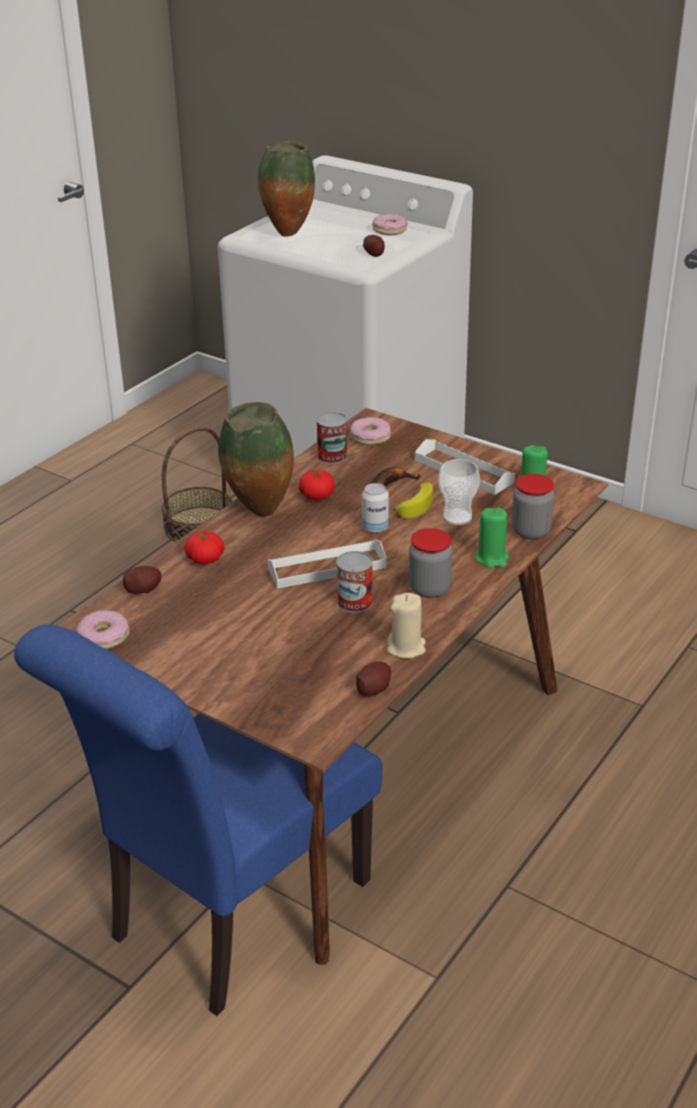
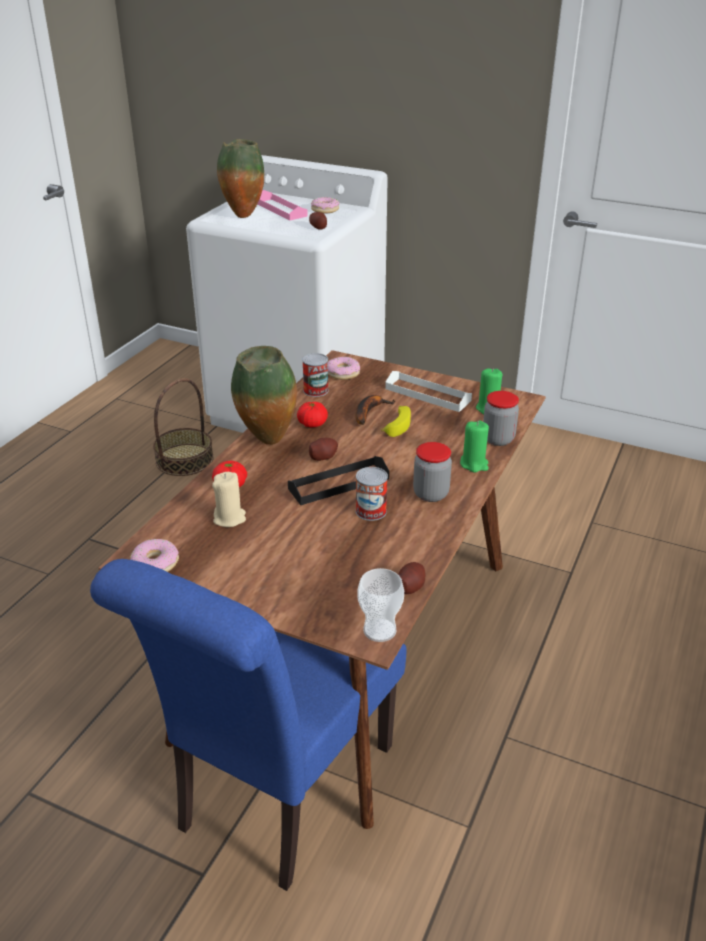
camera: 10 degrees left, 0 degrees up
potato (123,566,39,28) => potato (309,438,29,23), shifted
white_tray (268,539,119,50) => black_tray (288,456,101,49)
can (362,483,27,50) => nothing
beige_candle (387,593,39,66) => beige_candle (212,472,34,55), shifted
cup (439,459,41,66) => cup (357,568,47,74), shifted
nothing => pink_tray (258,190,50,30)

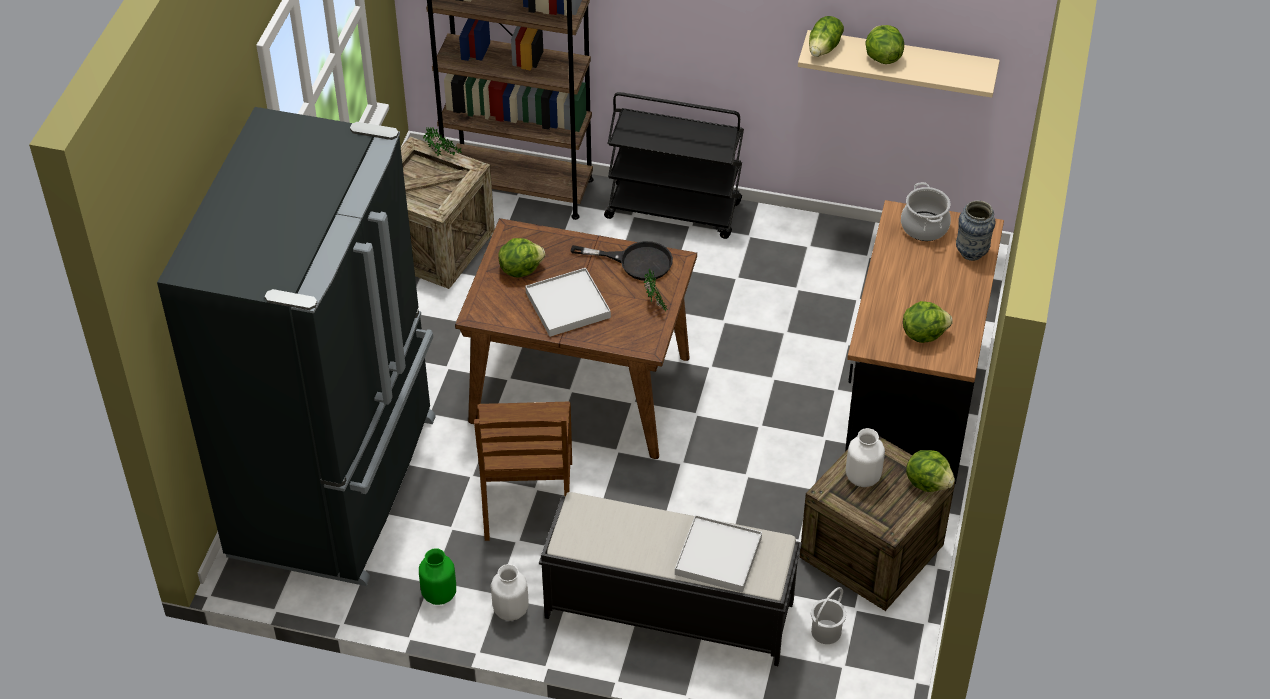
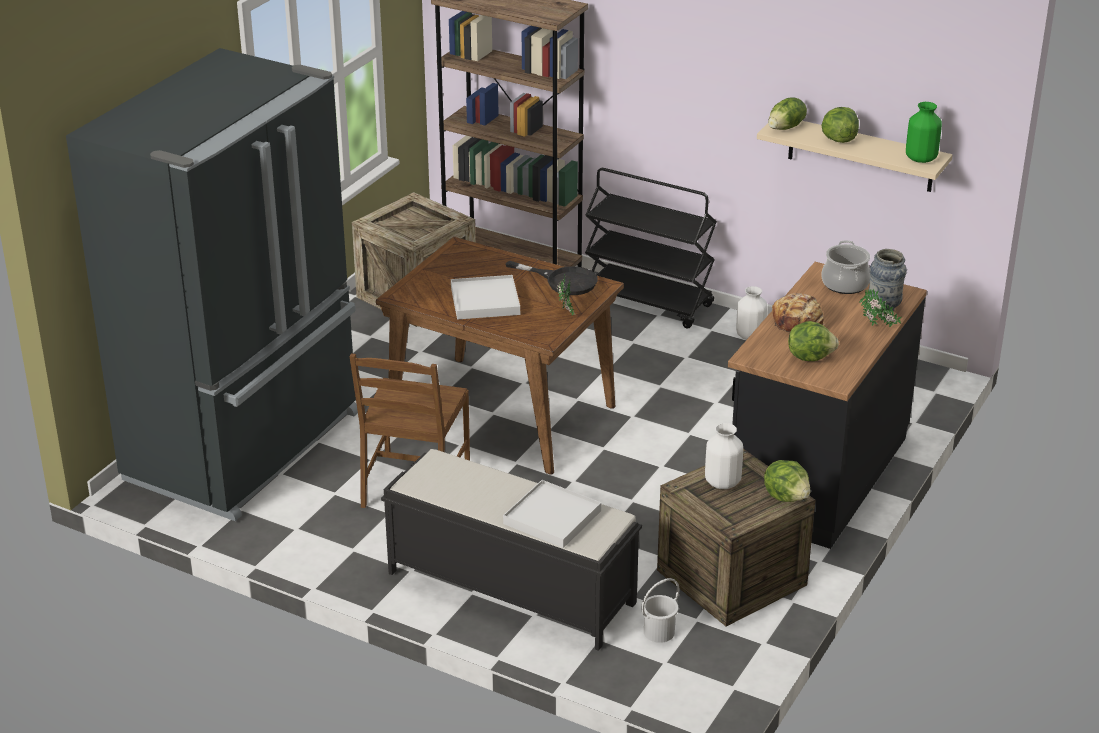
camera: 15 degrees right, 15 degrees down
green_vase (419,548,37,57) => green_vase (906,102,36,61), shifted
potted_plant (423,127,39,29) => potted_plant (859,289,42,38), shifted
white_vase (491,564,38,57) => white_vase (736,286,32,54), shifted
lettuce (499,238,46,40) => nothing
nothing => bread (772,293,53,40)

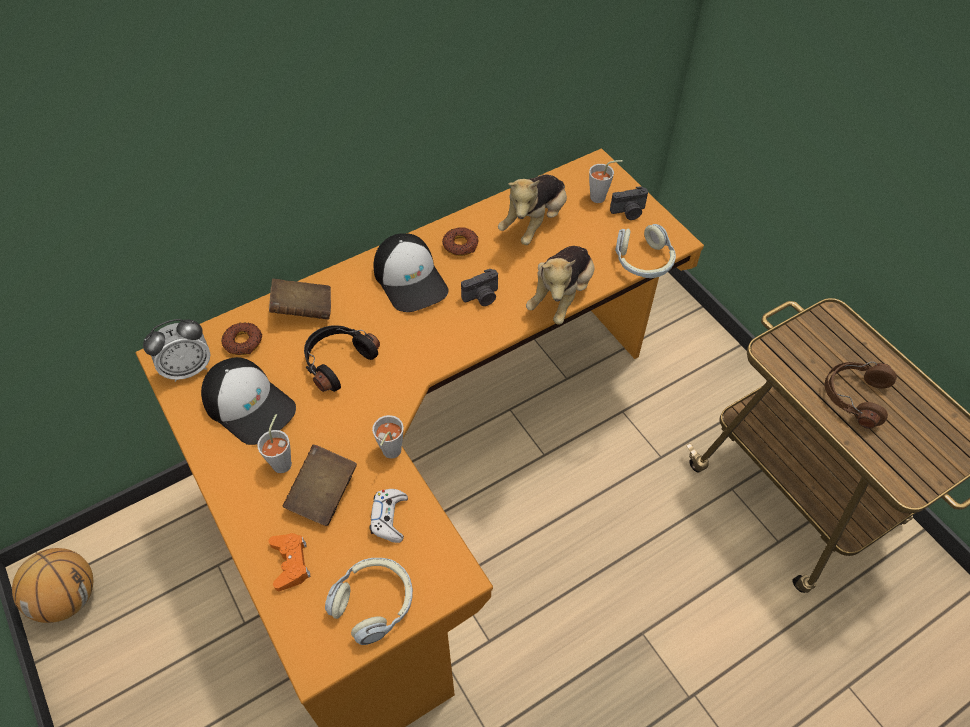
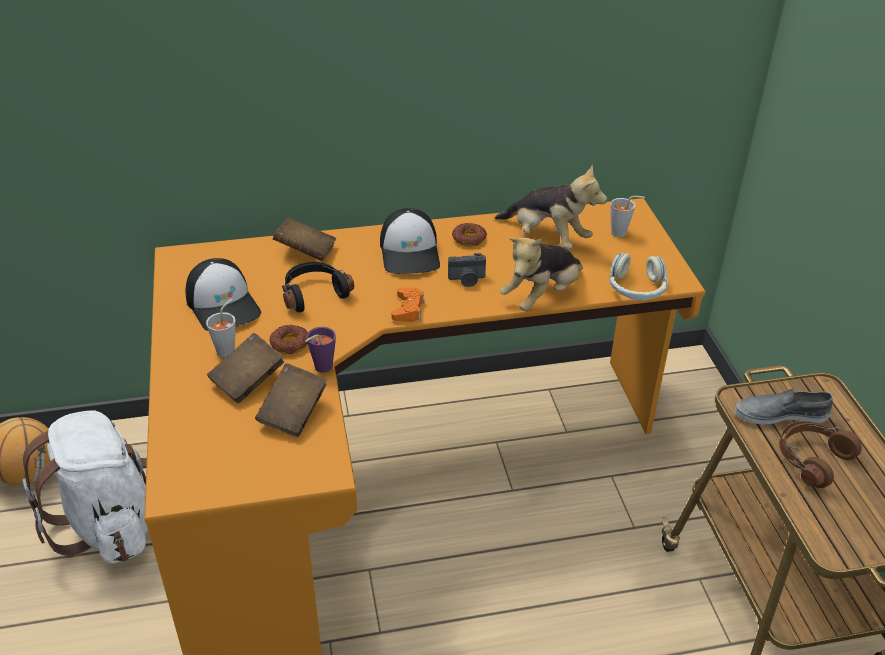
camera: 20 degrees right, 15 degrees down
alarm_clock (143,319,67,63) => nothing
donut (222,322,40,33) => donut (270,325,38,29), shifted
orange_game_controller (269,533,42,58) => orange_game_controller (391,287,34,35), shifted
headphones (325,558,88,87) => nothing
white_game_controller (370,489,38,54) => brown_book (255,364,72,73)
grey_cup (372,415,32,44) => purple_cup (305,327,31,46)
plush_toy (498,174,69,71) => plush_toy (495,165,112,84), 105 degrees counterclockwise
photo_camera (610,186,38,34) => nothing
nothing => white_backpack (23,410,125,154)
nothing => grey_shoe (734,388,99,37)

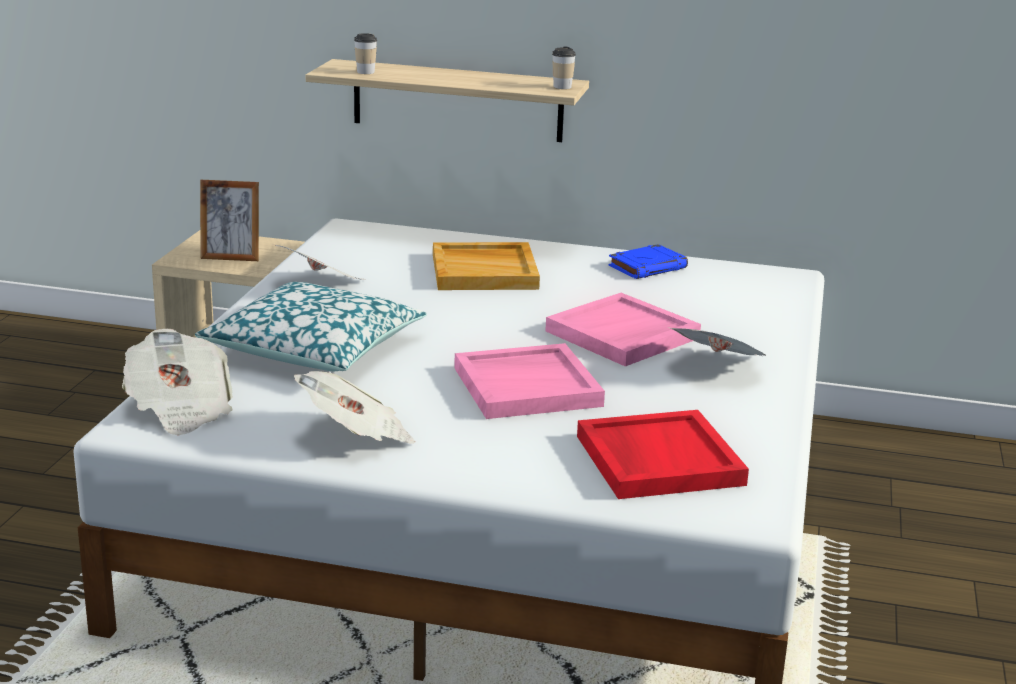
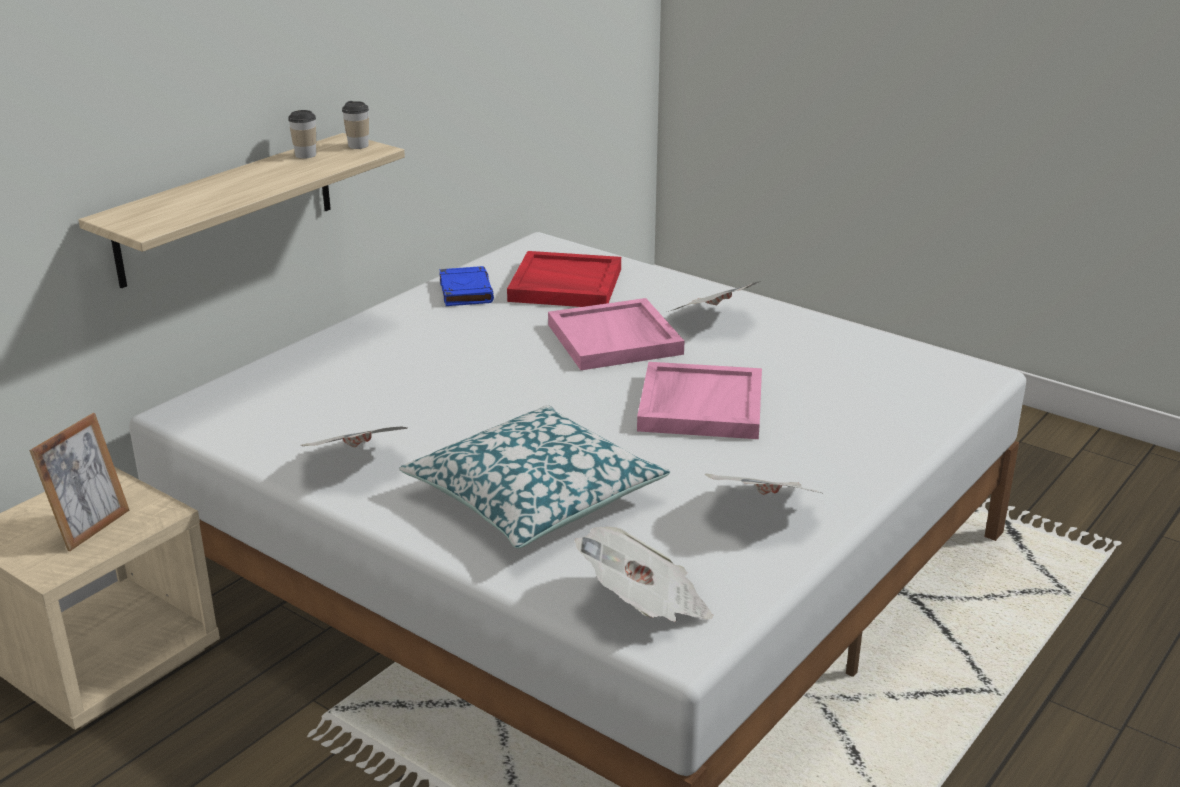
camera: 65 degrees left, 5 degrees up
cup (354,33,23,41) => cup (288,110,28,49), shifted
beige_tray (433,242,107,48) => nothing
red_tray (577,410,172,89) => red_tray (507,251,114,56), shifted

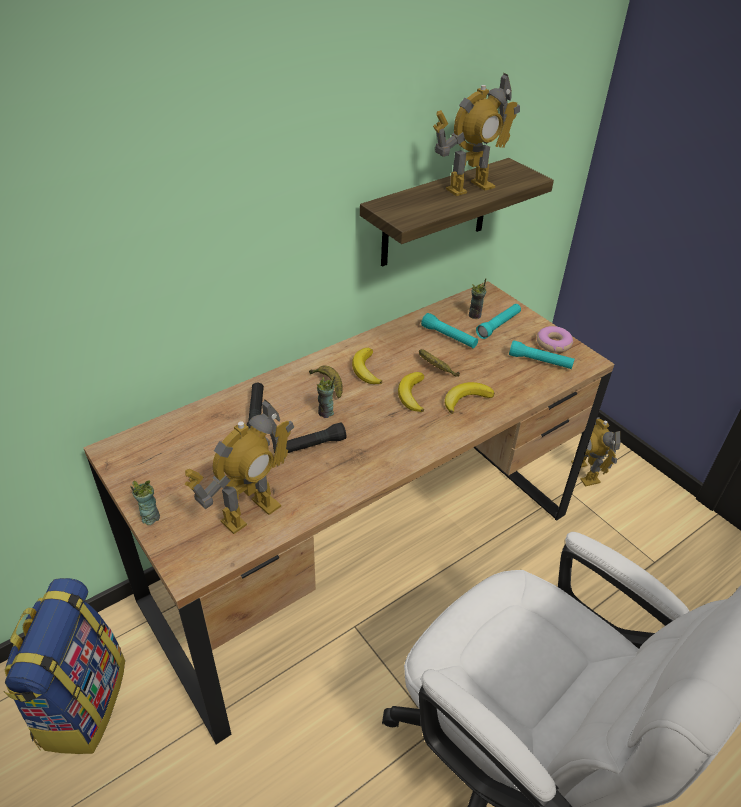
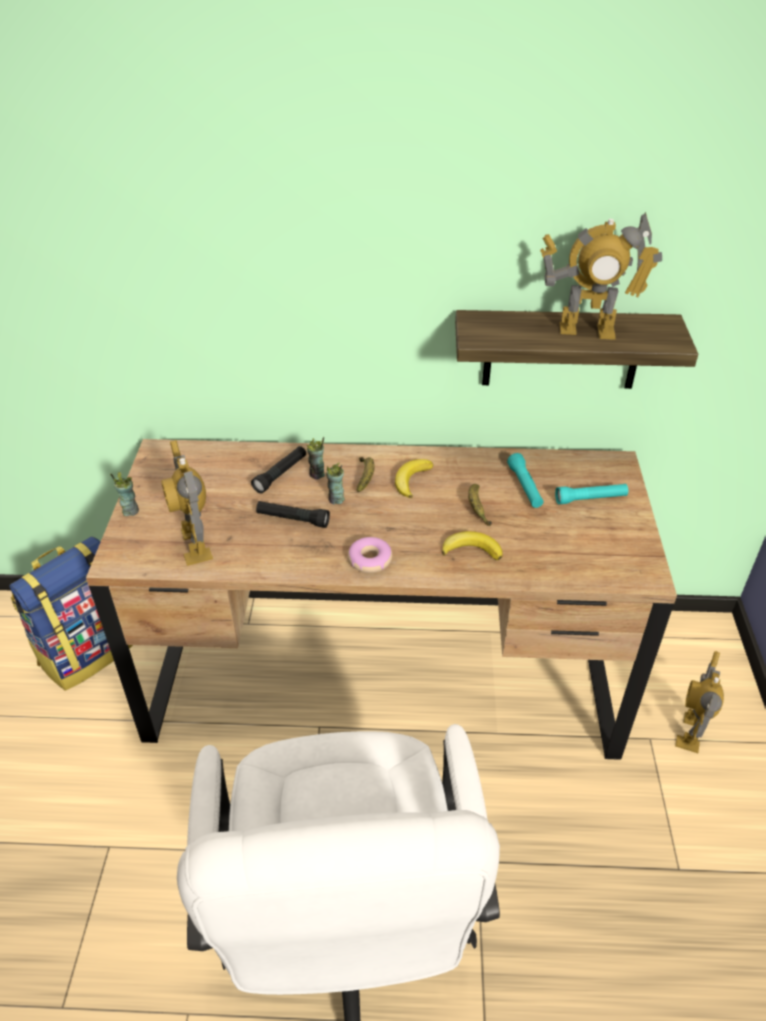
camera: 40 degrees right, 0 degrees up
toy_robot (185,399,109,135) => toy_robot (161,440,52,126), 75 degrees clockwise
banana (398,372,26,40) => nothing
cup (469,278,18,41) => cup (307,437,18,43), shifted
turquoise_flashlight (509,340,65,29) => nothing
donut (537,326,36,27) => donut (348,537,44,36), shifted

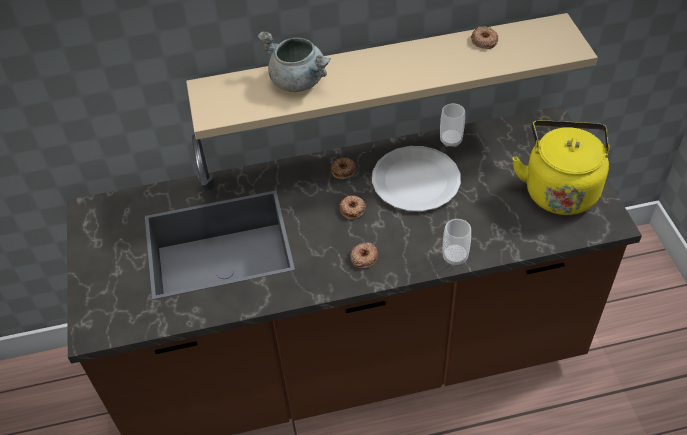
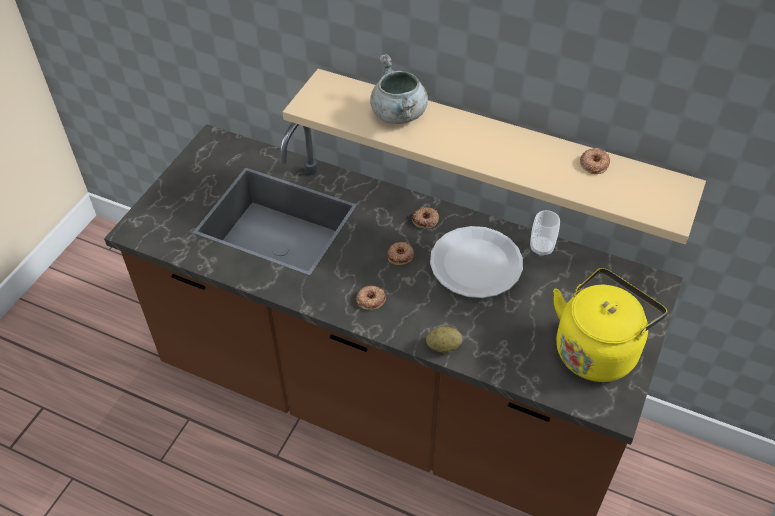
camera: 35 degrees right, 0 degrees up
cup (443,219,28,47) => potato (426,327,36,26)

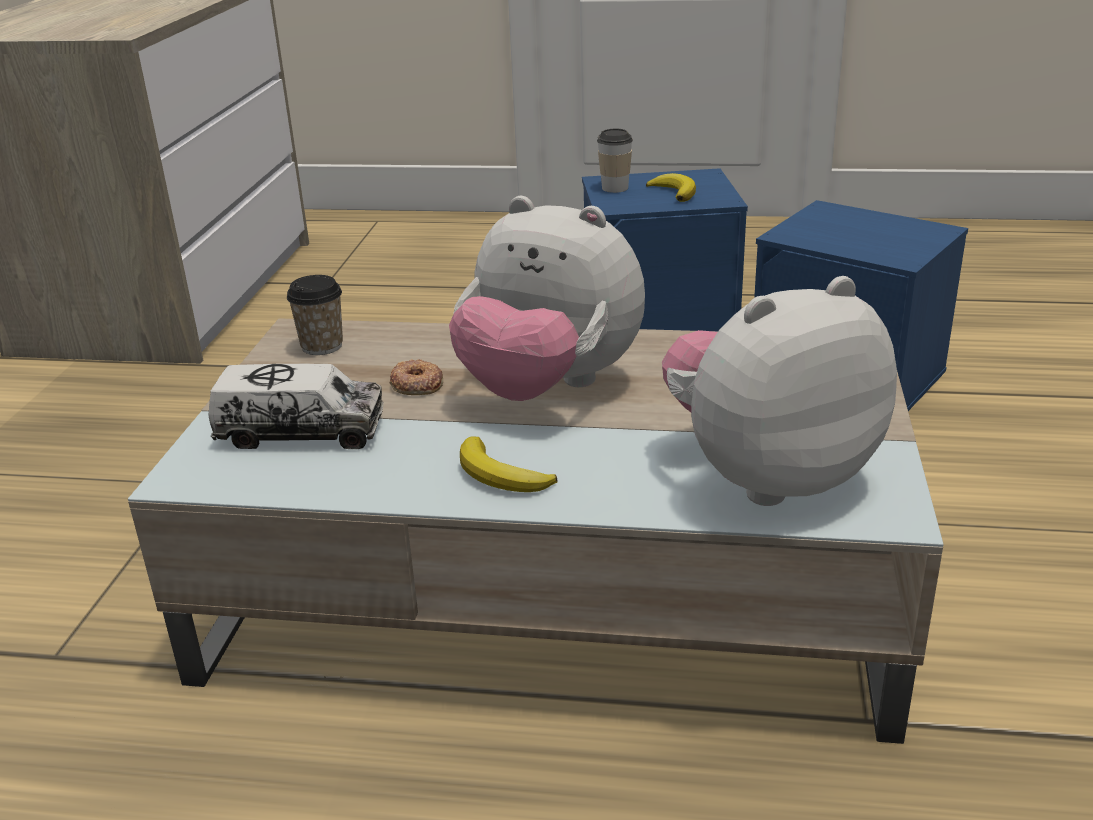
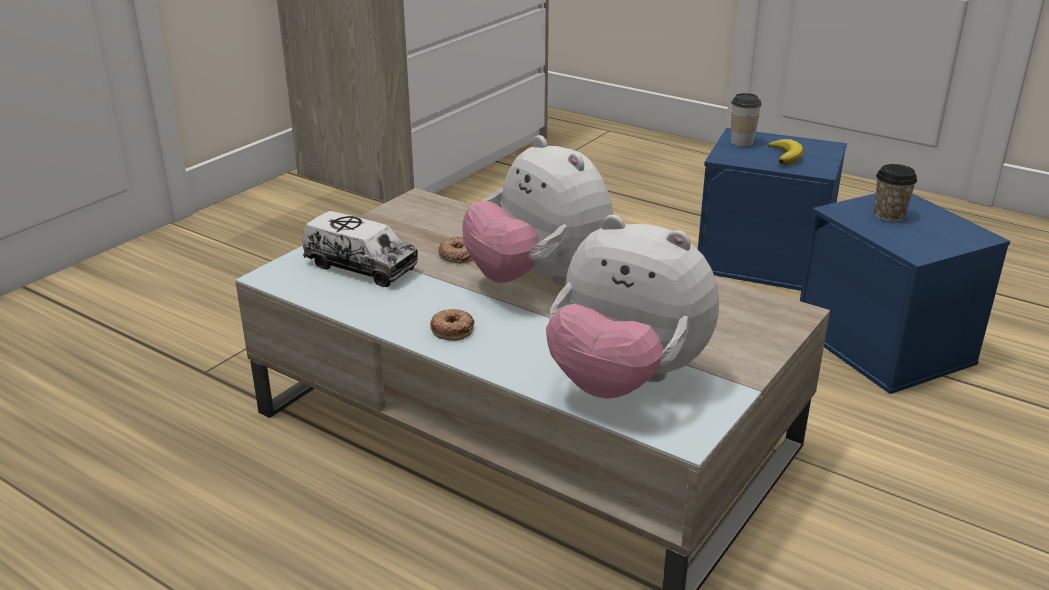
camera: 25 degrees right, 0 degrees up
cup (287,275,56,80) => cup (874,164,43,58), shifted
banana (460,436,98,56) => donut (430,309,45,32)
plush_toy (662,276,235,230) => plush_toy (546,215,173,184), 150 degrees counterclockwise

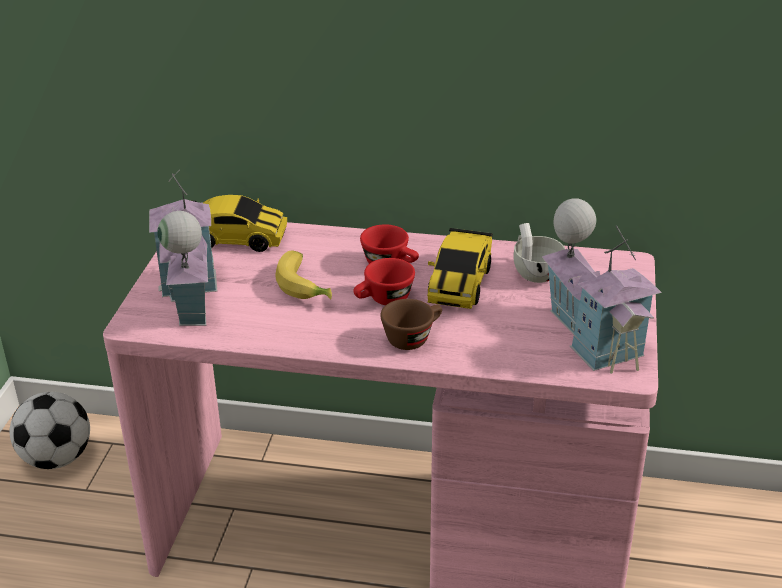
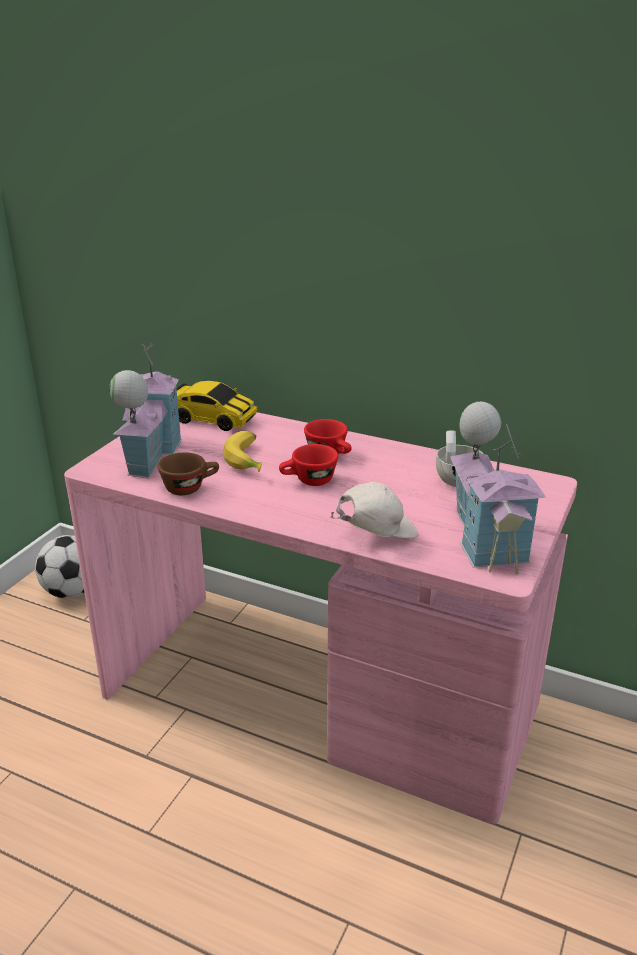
camera: 15 degrees right, 5 degrees down
brown_cup (380,299,62,51) => brown_cup (158,453,61,42), shifted
toy_car (427,228,66,81) => nothing
nothing => white_cap (330,482,89,57)

